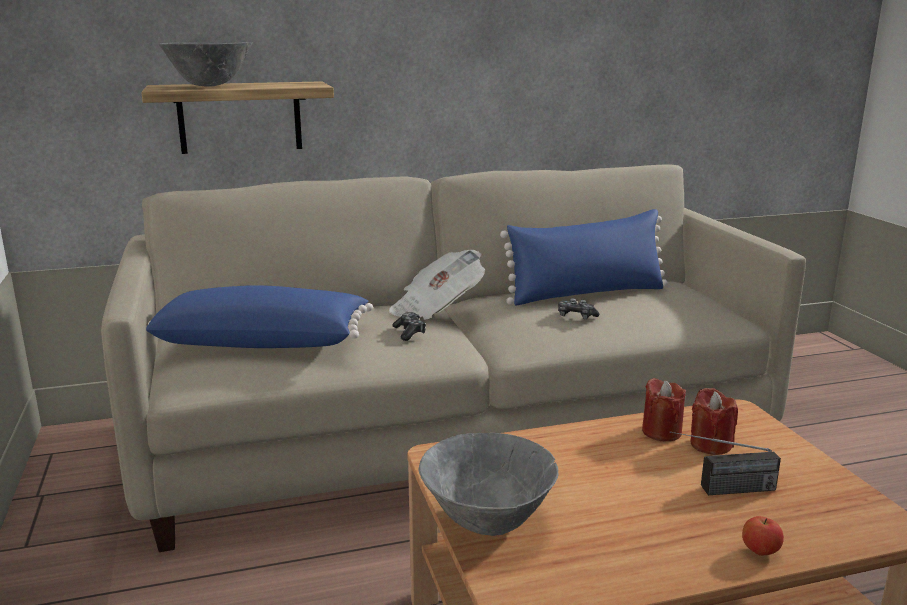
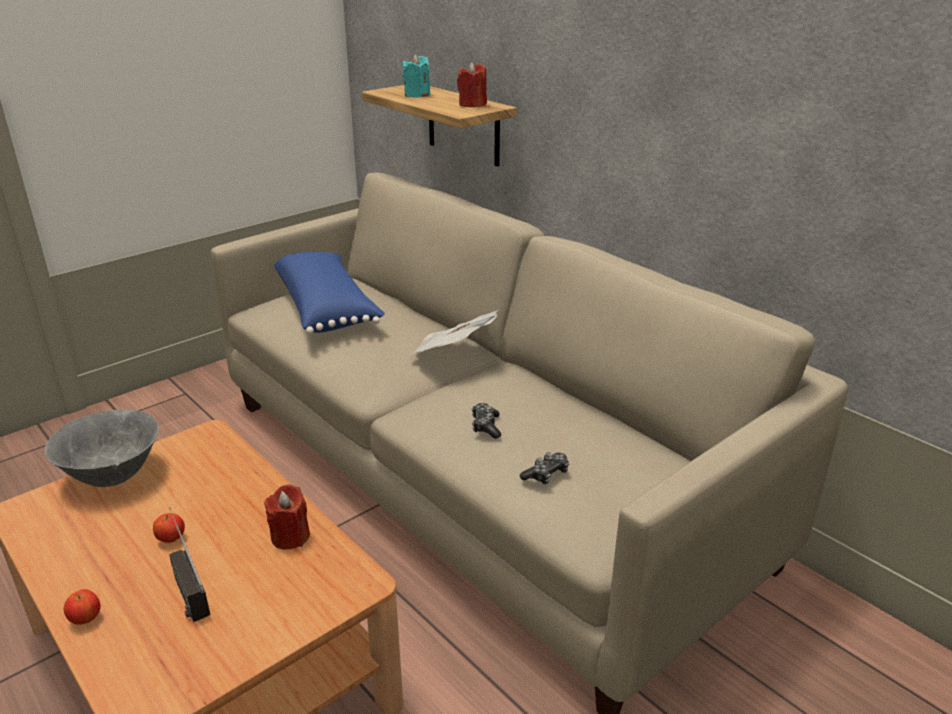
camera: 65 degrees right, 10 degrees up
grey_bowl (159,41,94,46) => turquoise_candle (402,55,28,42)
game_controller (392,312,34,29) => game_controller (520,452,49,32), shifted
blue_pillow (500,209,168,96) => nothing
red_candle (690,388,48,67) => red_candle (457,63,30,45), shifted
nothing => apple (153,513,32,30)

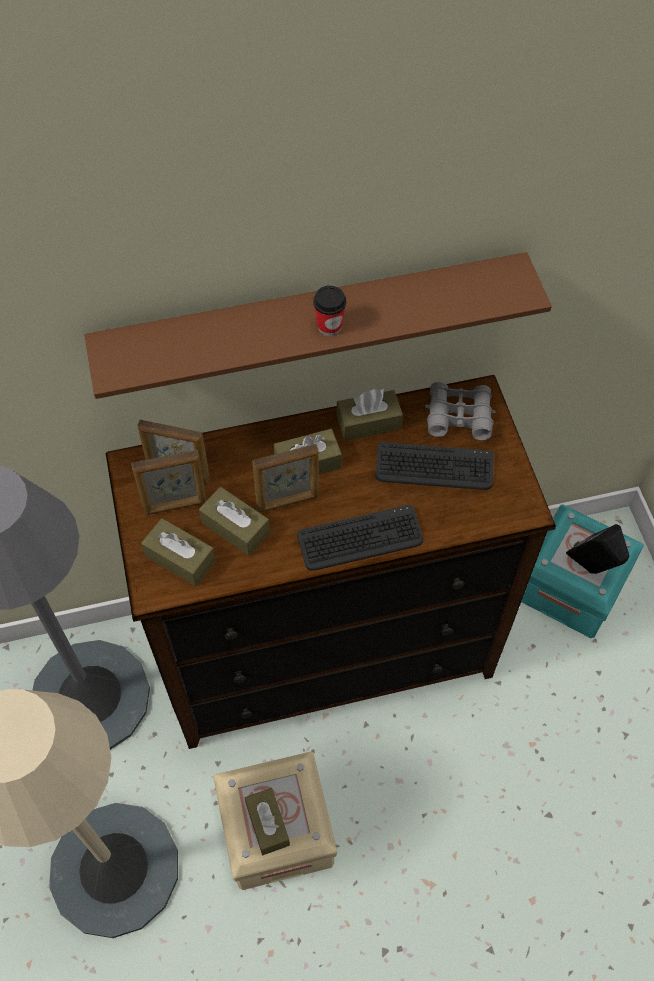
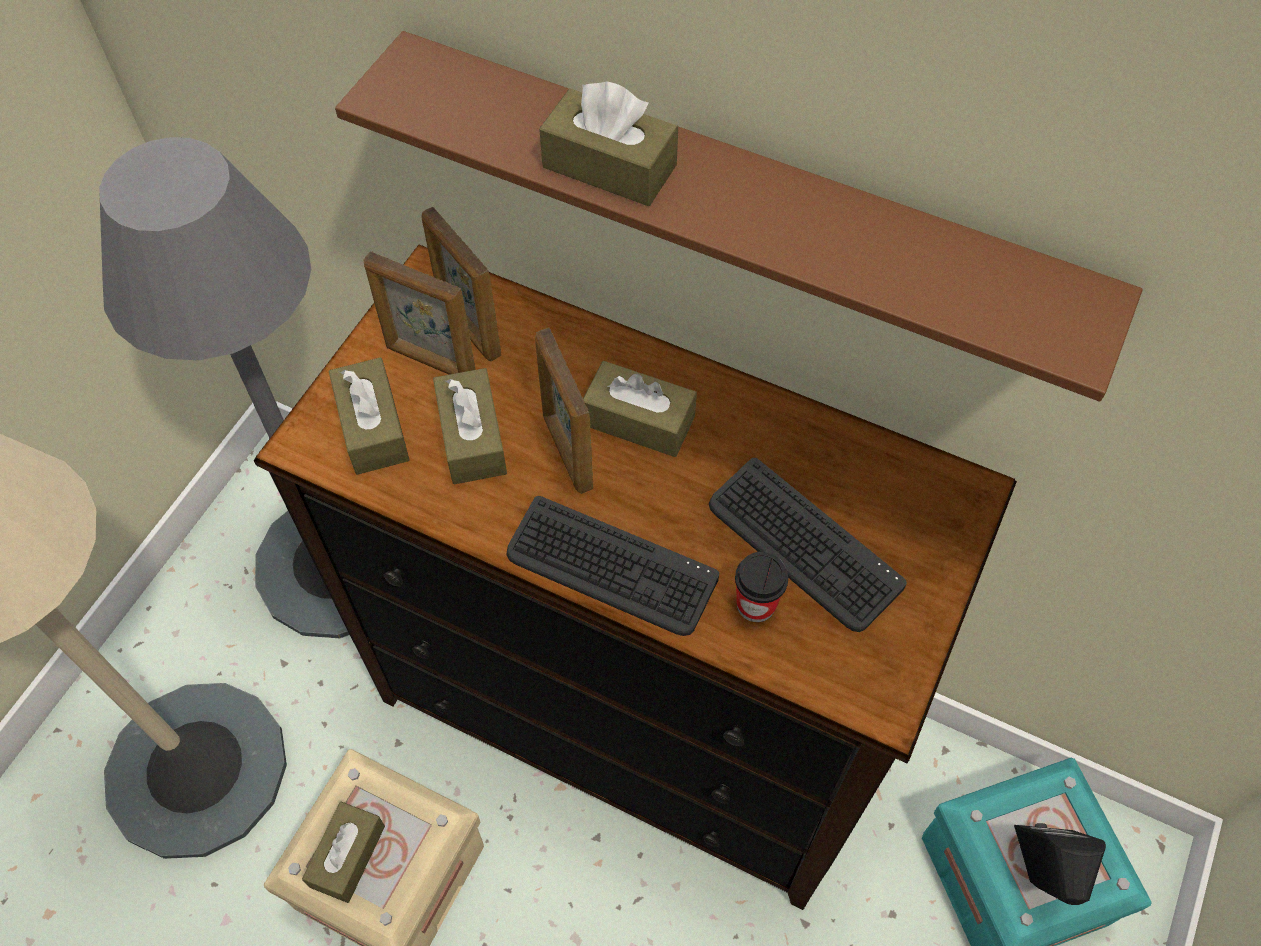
camera: 40 degrees right, 0 degrees up
picture_frame (252,444,67,68) => picture_frame (535,328,58,166), 45 degrees clockwise
cup (313,285,33,51) => cup (735,552,53,70), shifted
brown_tissue_box (337,389,66,52) => brown_tissue_box (539,81,139,125), shifted
grey_binoculars (425,382,71,58) => nothing

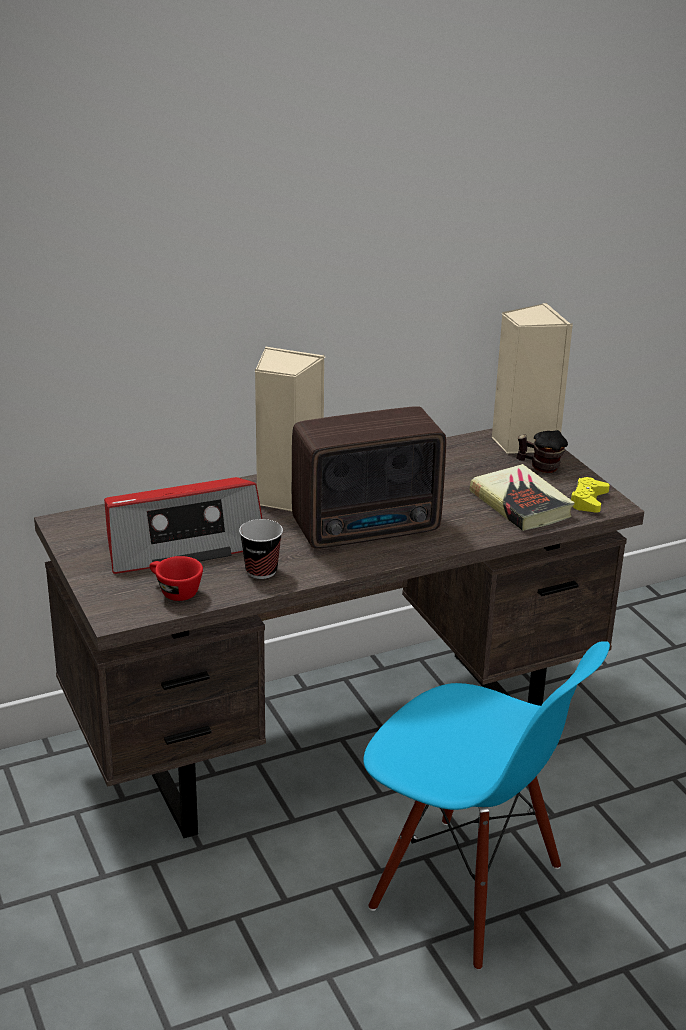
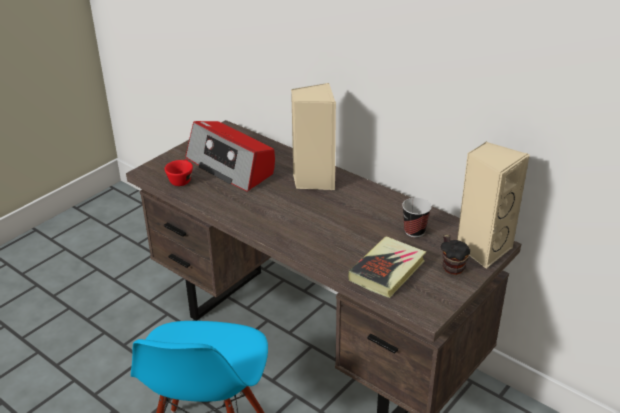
camera: 65 degrees right, 5 degrees up
cup (239,519,44,60) => cup (402,198,30,40), shifted
radio (292,406,154,143) => nothing
yellow_game_controller (570,477,40,36) => nothing

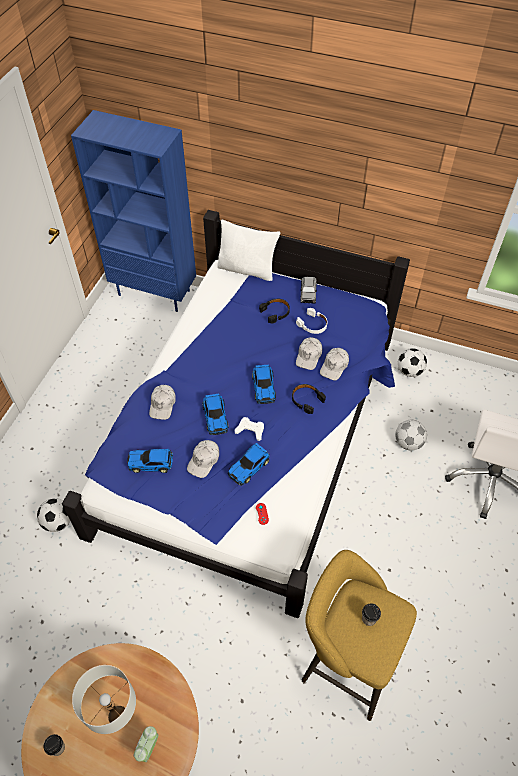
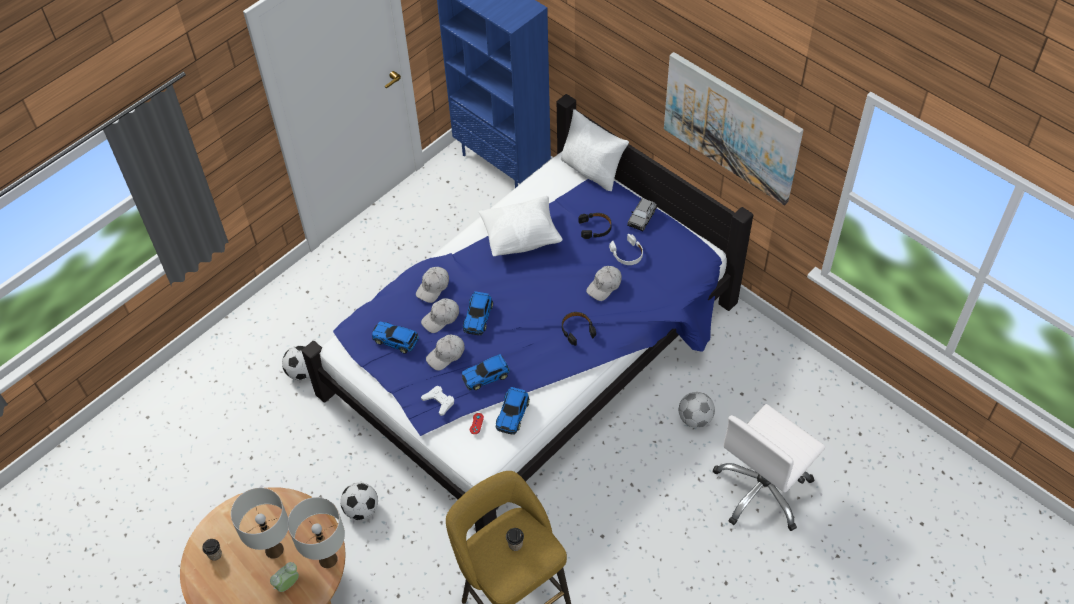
camera: 25 degrees right, 0 degrees up
white_game_controller (234,417,30,24) => white_game_controller (421,386,33,30), shifted
toy_car (252,365,24,39) => toy_car (496,387,34,48), shifted
white_cap (320,348,29,33) => white_cap (421,298,38,35), shifted
football (398,348,29,29) => football (340,482,38,38), shifted
nothing => white_table_lamp (288,497,57,71)
nothing => white_pillow (479,196,84,60)
nothing => picture (664,52,139,153)

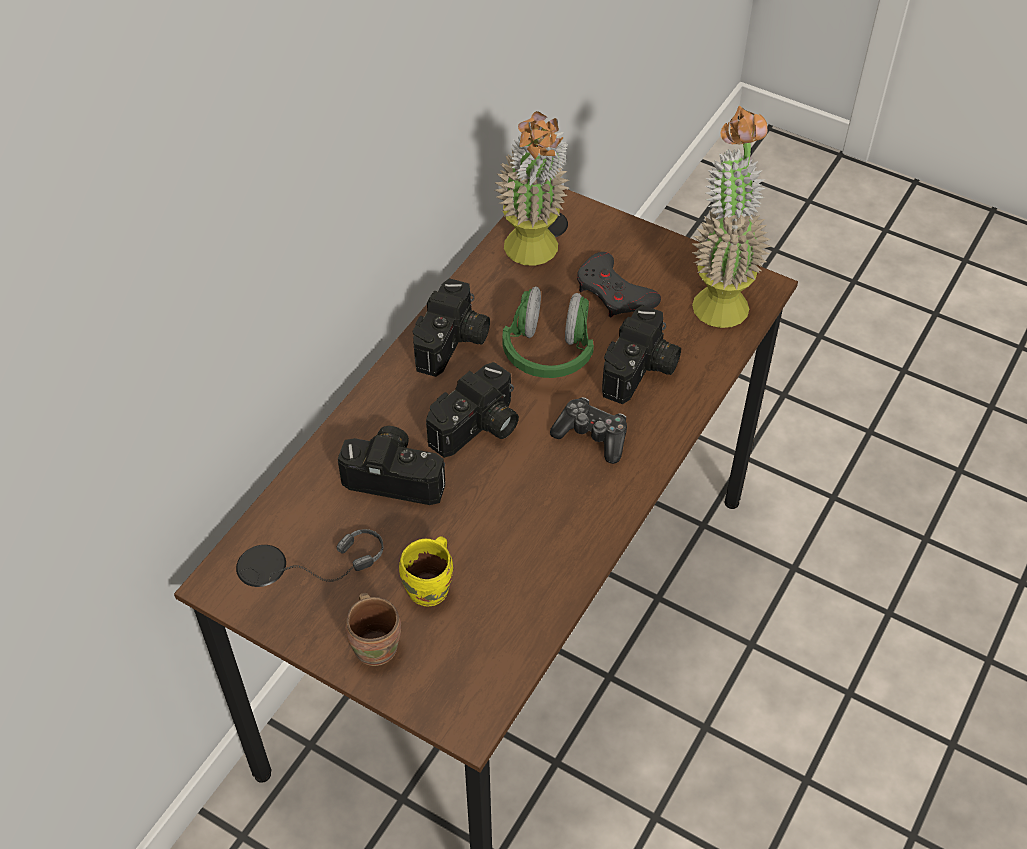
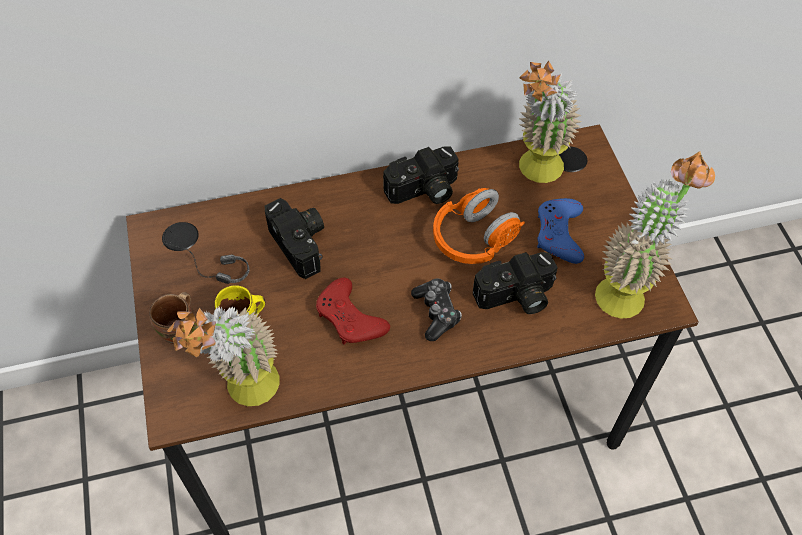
camera: 45 degrees right, 5 degrees up
photo_camera (426,362,93,96) => nothing
green_headphones (502,287,92,91) => orange_headphones (433,188,92,76)
grey_game_controller (577,252,84,65) => blue_game_controller (537,198,47,66)
nothing => potted_plant (167,306,112,100)
nothing => red_game_controller (316,278,74,66)

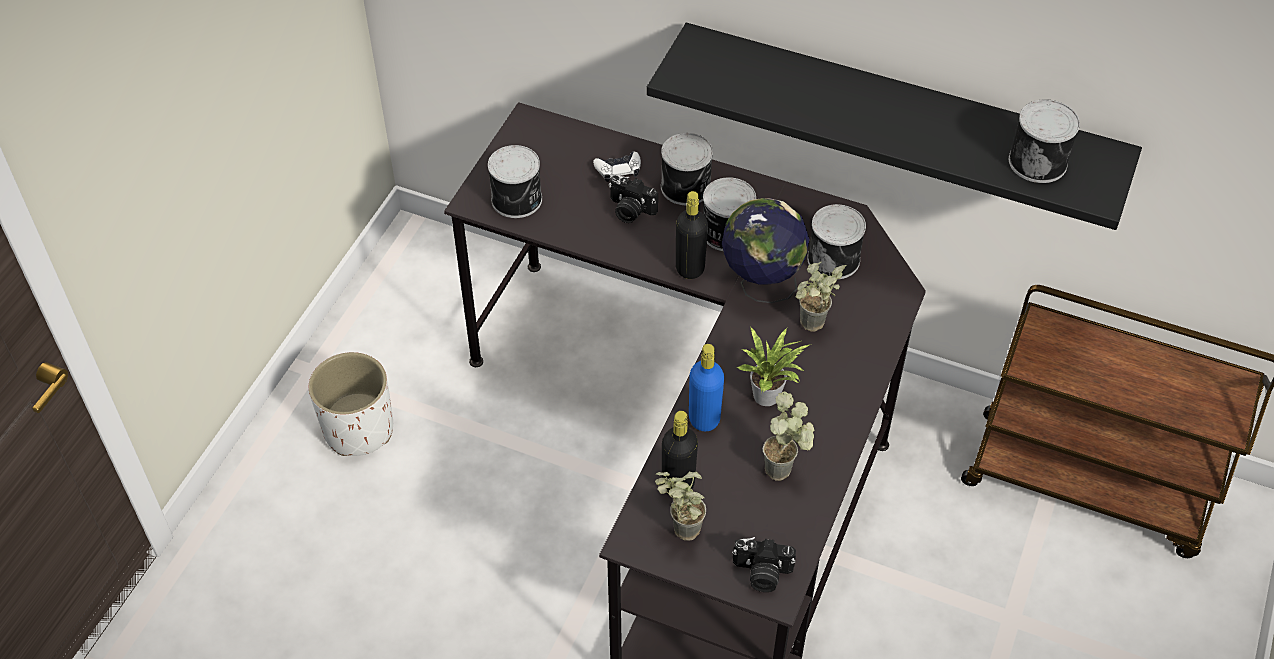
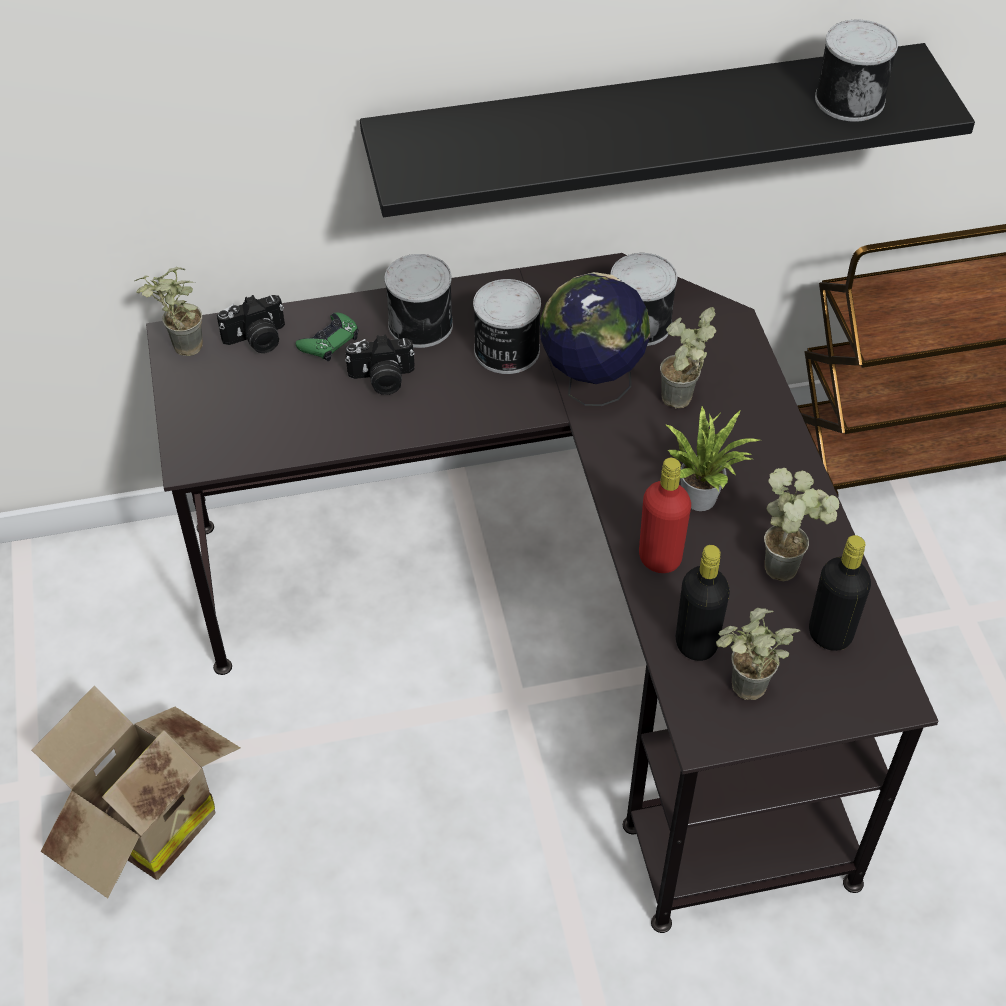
camera: 35 degrees left, 0 degrees up
white_planter (308,352,85,104) => cardboard_box (32,686,208,212)
can (488,145,54,73) => nothing
white_game_controller (593,151,48,31) => green_game_controller (296,313,62,48)
black_bottle (676,191,32,88) => black_bottle (809,535,62,116), shifted
blue_bottle (689,344,35,87) => red_bottle (639,458,52,115)
photo_camera (732,537,64,55) => photo_camera (217,295,68,58), shifted
nothing => potted_plant (135,267,68,89)

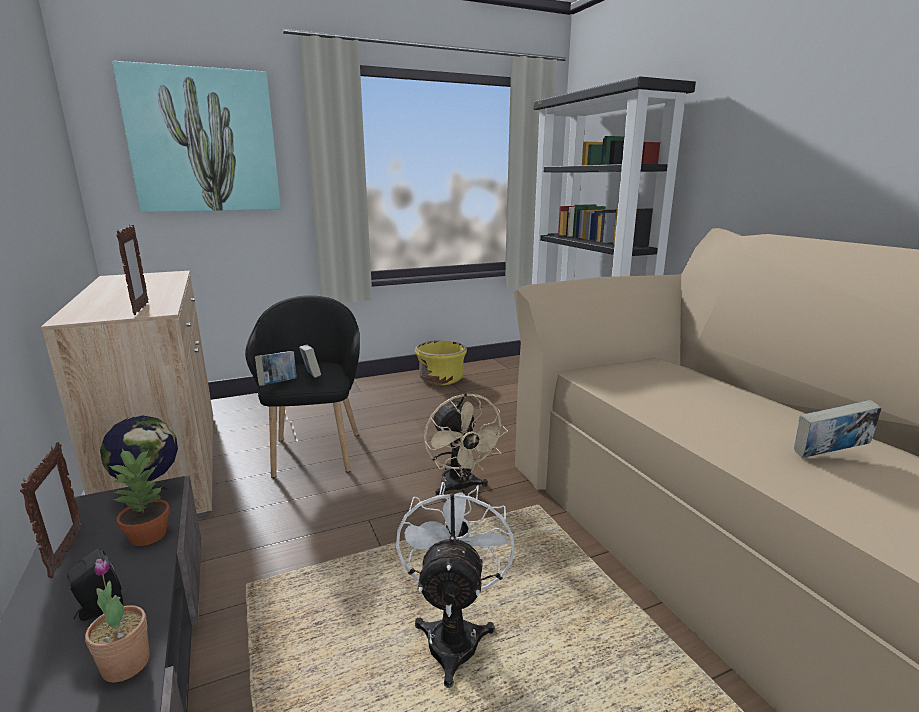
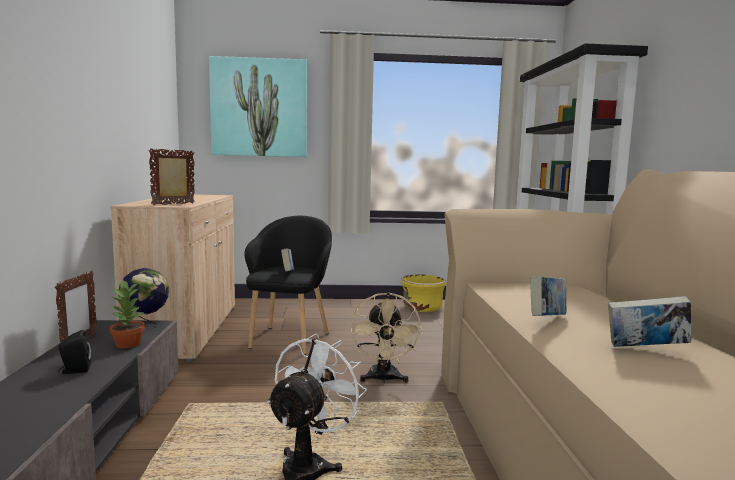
camera: 20 degrees right, 10 degrees down
potted_plant (85,559,65,124) => nothing
picture_frame (116,225,33,90) => picture_frame (149,148,46,57), 135 degrees counterclockwise
book (255,351,42,35) => book (530,276,36,40), shifted

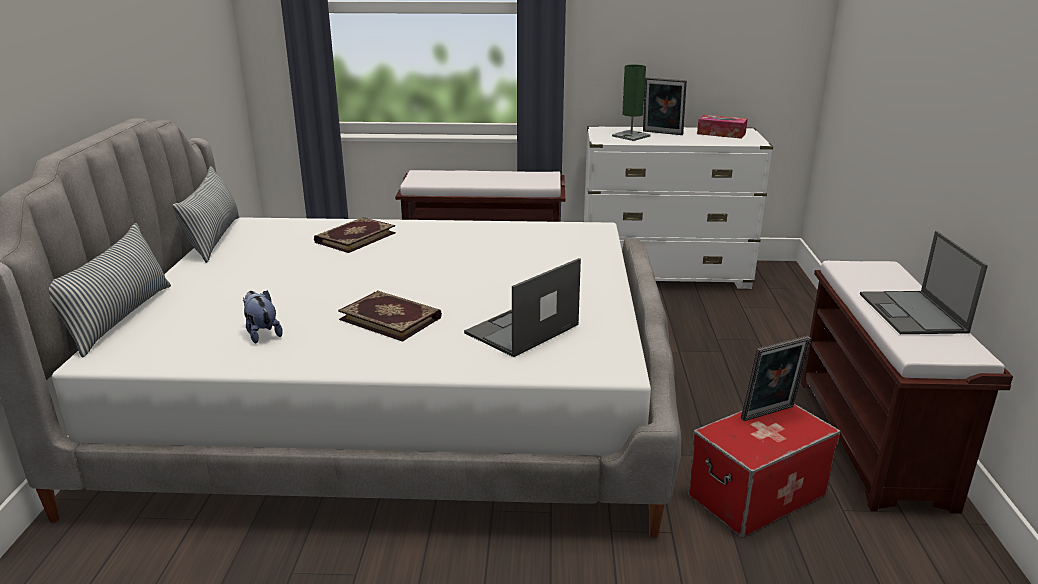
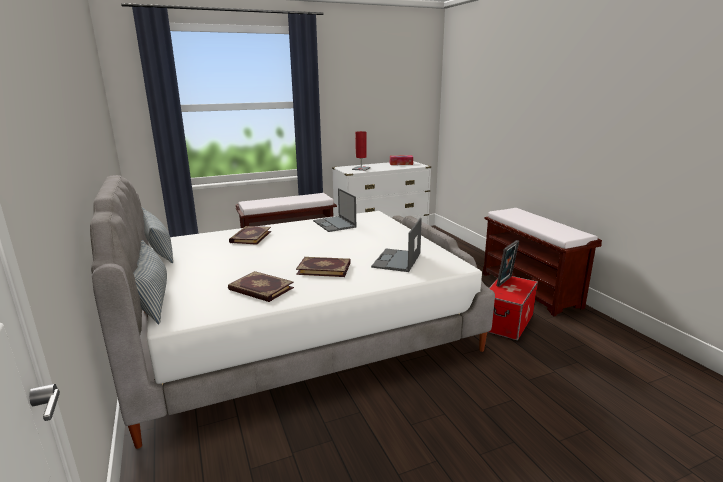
camera: 25 degrees left, 5 degrees down
plush_toy (243,291,40,52) => book (228,271,66,31)
green_table_lamp (612,65,39,76) => red_table_lamp (352,131,18,40)
picture_frame (643,77,44,58) => nothing
laptop (860,231,128,103) => laptop (313,188,43,44), shifted

